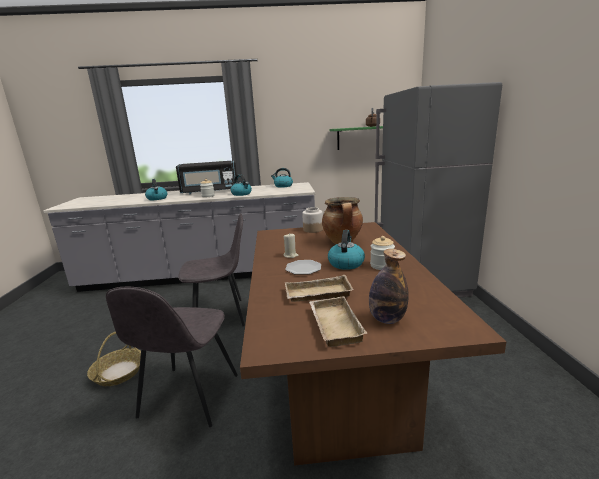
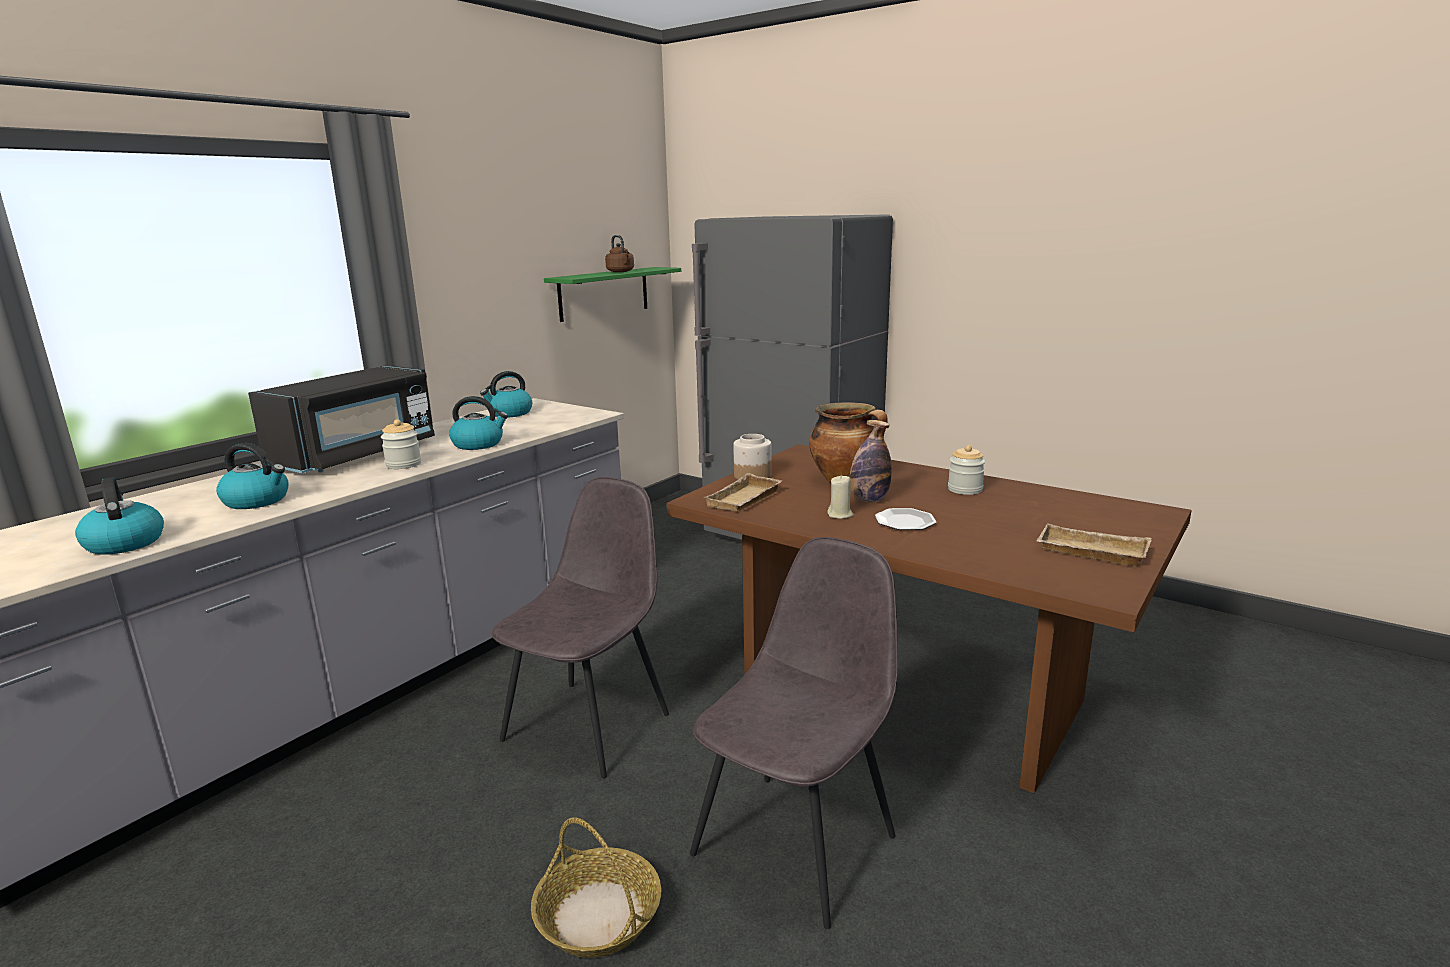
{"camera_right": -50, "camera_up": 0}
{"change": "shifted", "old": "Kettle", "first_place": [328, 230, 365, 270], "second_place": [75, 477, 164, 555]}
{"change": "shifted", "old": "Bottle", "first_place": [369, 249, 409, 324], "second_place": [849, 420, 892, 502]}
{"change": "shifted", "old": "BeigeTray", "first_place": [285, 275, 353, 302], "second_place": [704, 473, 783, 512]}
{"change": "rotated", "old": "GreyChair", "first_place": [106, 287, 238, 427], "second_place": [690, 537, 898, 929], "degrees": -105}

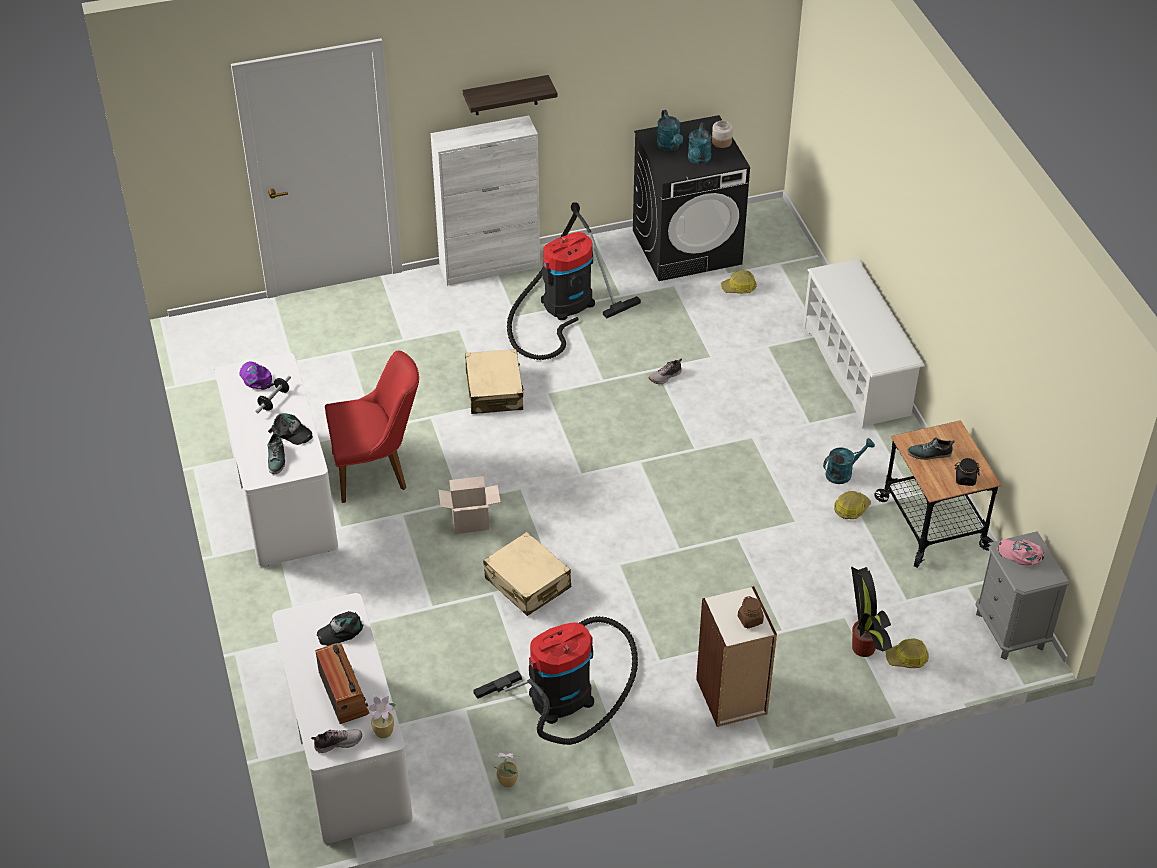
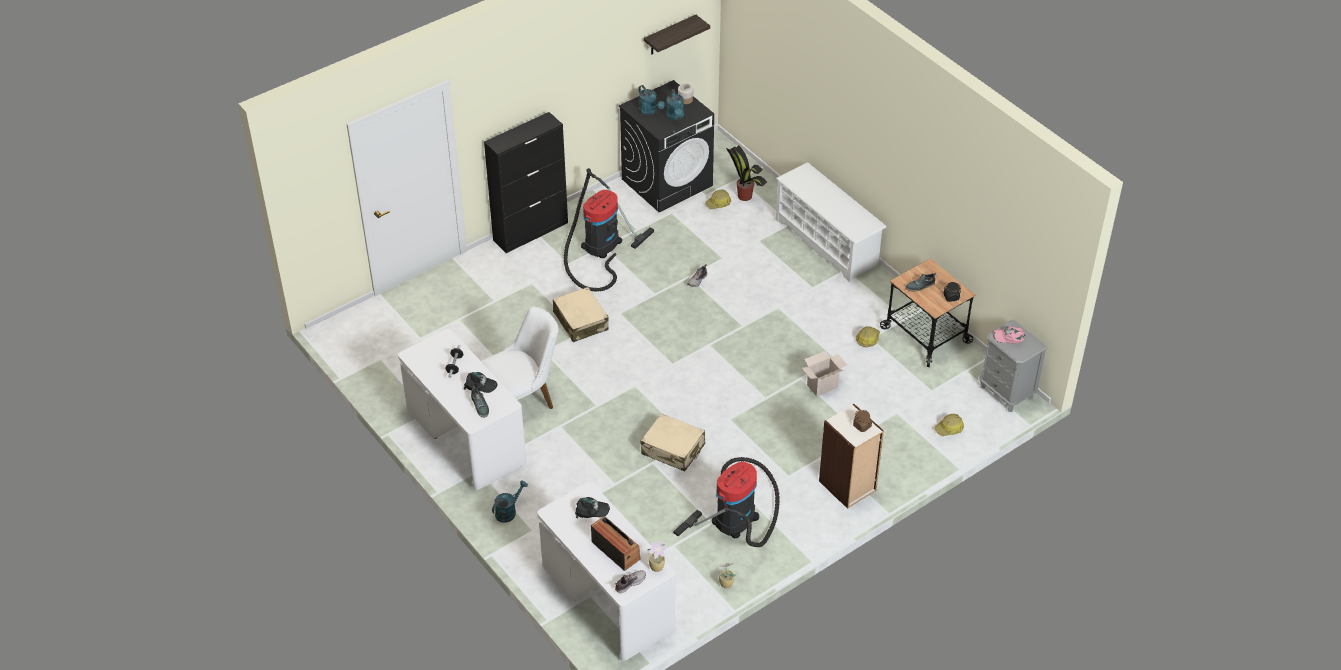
{"camera_right": -20, "camera_up": 0}
{"change": "shifted", "old": "Shelf", "first_place": [463, 75, 557, 115], "second_place": [644, 15, 710, 54]}
{"change": "repainted", "old": "WhiteCabinet", "new": "BlackCabinet", "first_place": [430, 116, 540, 286], "second_place": [484, 112, 568, 253]}
{"change": "repainted", "old": "RedChair", "new": "WhiteChair", "first_place": [325, 351, 419, 503], "second_place": [481, 306, 558, 409]}
{"change": "gone", "old": "PurpleCap", "first_place": [239, 361, 274, 390]}
{"change": "shifted", "old": "TurquoiseWateringCan", "first_place": [823, 438, 875, 484], "second_place": [492, 480, 528, 523]}
{"change": "shifted", "old": "CardboardBox", "first_place": [439, 476, 501, 534], "second_place": [802, 351, 847, 397]}
{"change": "shifted", "old": "PottedPlant", "first_place": [851, 566, 892, 657], "second_place": [726, 145, 767, 201]}
{"change": "rotated", "old": "BlackCap", "first_place": [317, 611, 363, 646], "second_place": [575, 497, 610, 518], "degrees": -135}

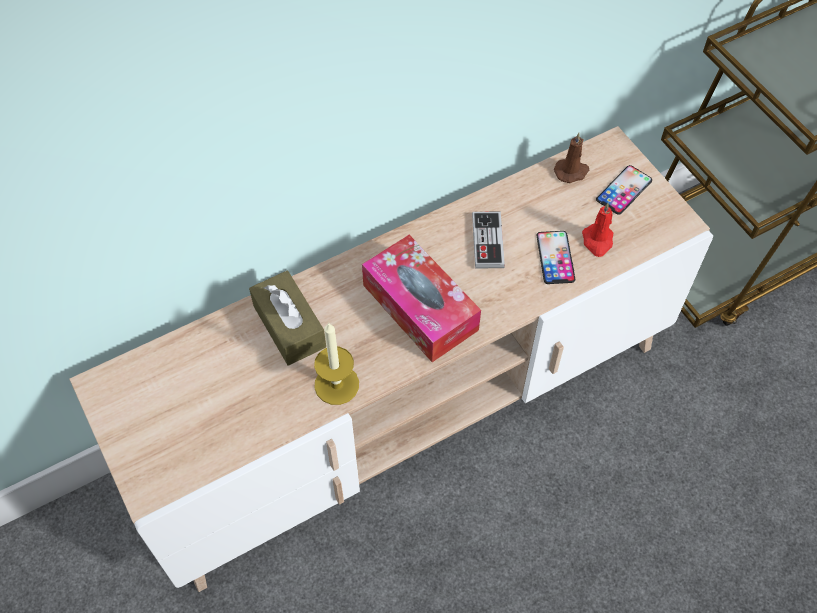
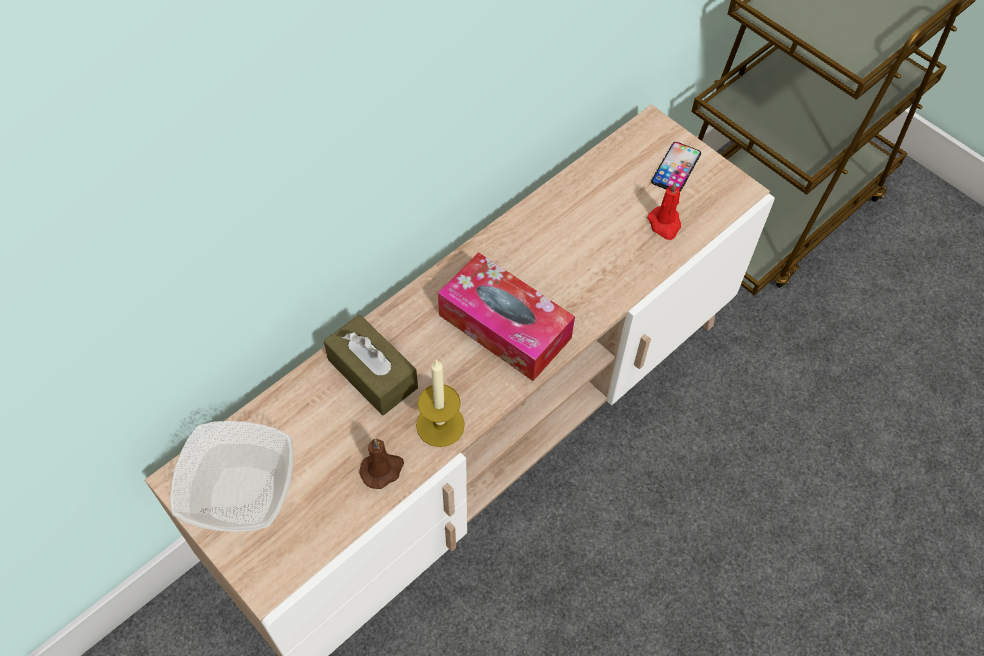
{"camera_right": -15, "camera_up": 0}
{"change": "shifted", "old": "BrownCandle", "first_place": [554, 133, 589, 183], "second_place": [359, 438, 404, 489]}
{"change": "gone", "old": "GameController", "first_place": [472, 211, 505, 269]}
{"change": "gone", "old": "Phone", "first_place": [536, 231, 575, 284]}
{"change": "new", "new": "Bowl", "second_place": [170, 421, 294, 532]}

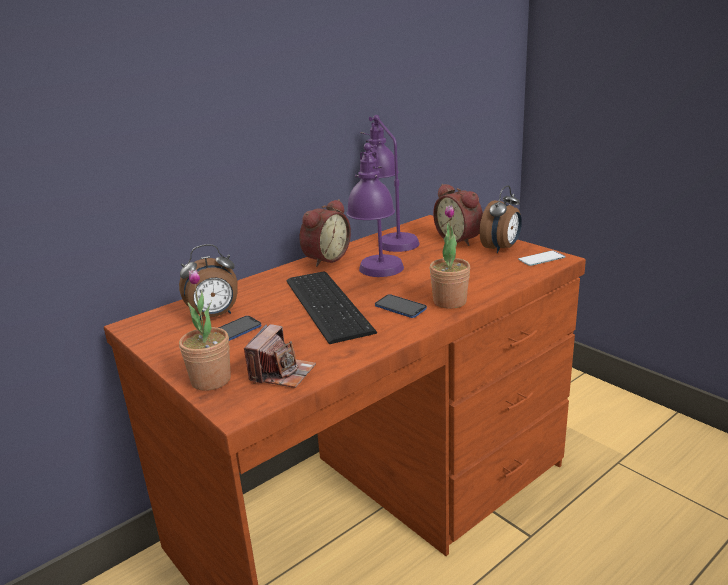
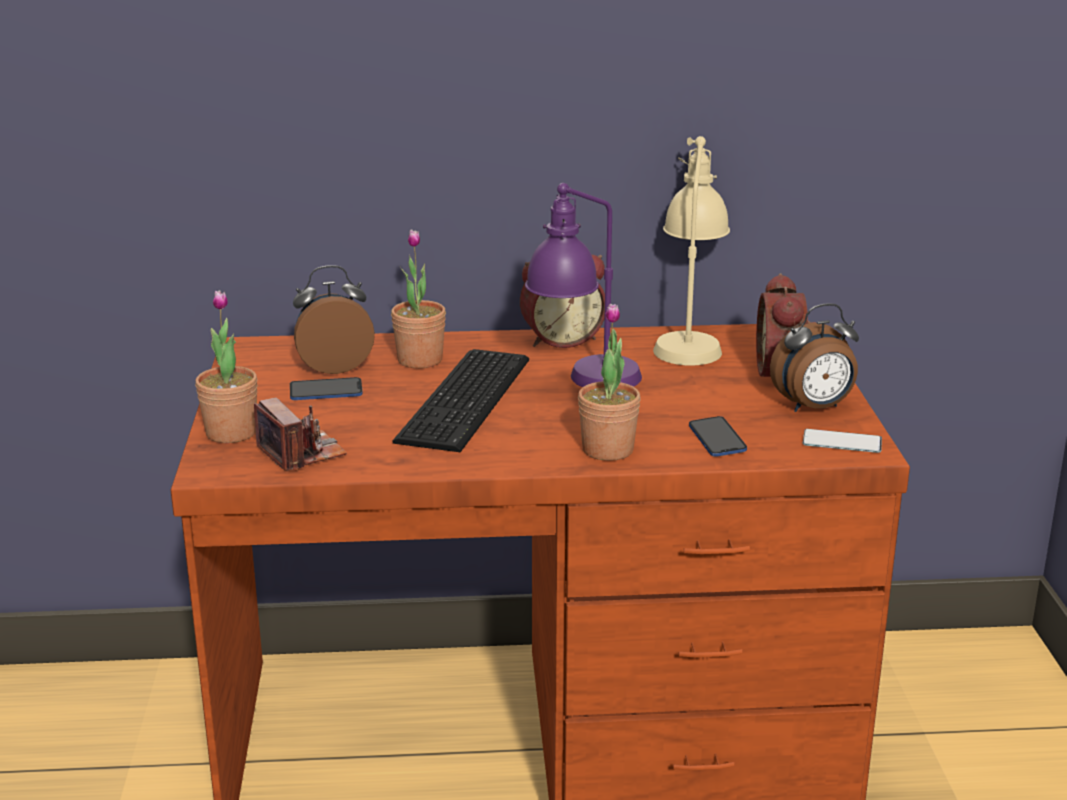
{"camera_right": 35, "camera_up": 0}
{"change": "repainted", "old": "PurpleTableLamp", "new": "BeigeTableLamp", "first_place": [360, 115, 419, 252], "second_place": [653, 136, 730, 366]}
{"change": "rotated", "old": "AlarmClock", "first_place": [179, 244, 238, 320], "second_place": [293, 265, 375, 374], "degrees": 150}
{"change": "shifted", "old": "Phone", "first_place": [375, 294, 427, 318], "second_place": [689, 416, 747, 457]}
{"change": "rotated", "old": "PhotoCamera", "first_place": [244, 324, 316, 388], "second_place": [254, 398, 347, 471], "degrees": -90}
{"change": "new", "new": "PottedPlant", "second_place": [391, 229, 446, 368]}

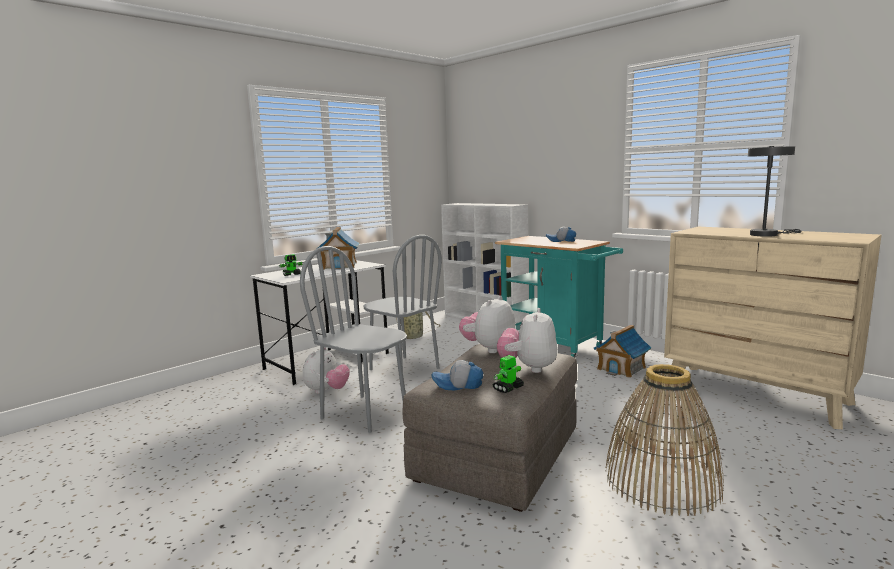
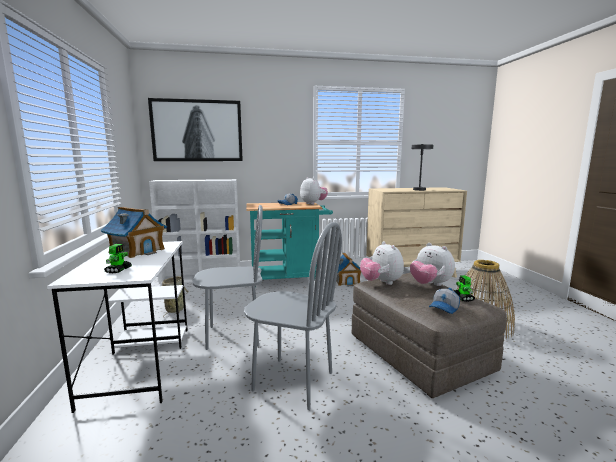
{"camera_right": -55, "camera_up": 0}
{"change": "rotated", "old": "GreyChair", "first_place": [300, 246, 407, 433], "second_place": [244, 222, 342, 410], "degrees": -135}
{"change": "shifted", "old": "PlushToy", "first_place": [303, 347, 350, 394], "second_place": [300, 177, 328, 205]}
{"change": "new", "new": "Picture", "second_place": [148, 98, 243, 161]}

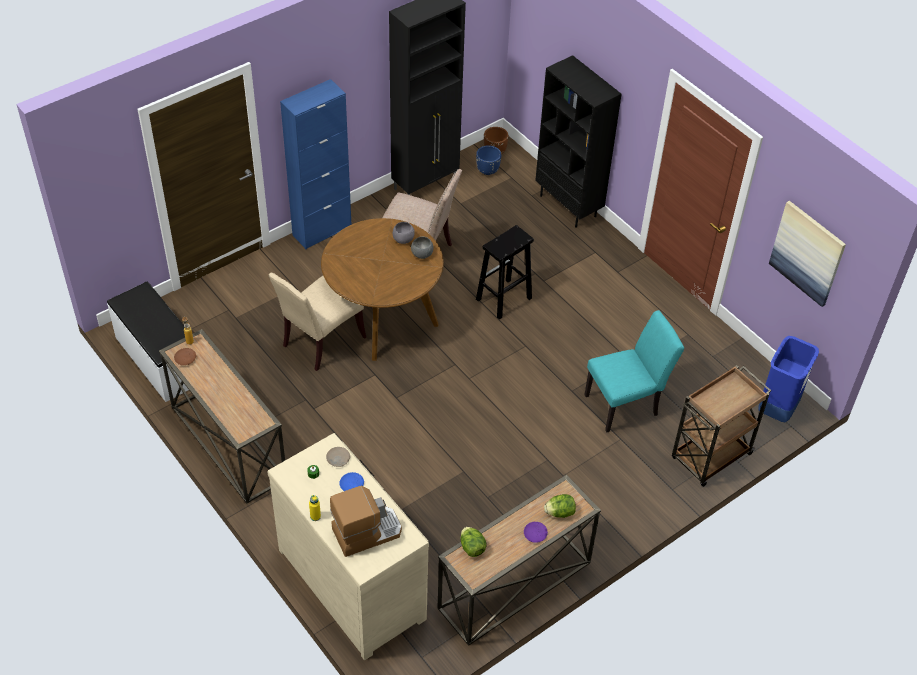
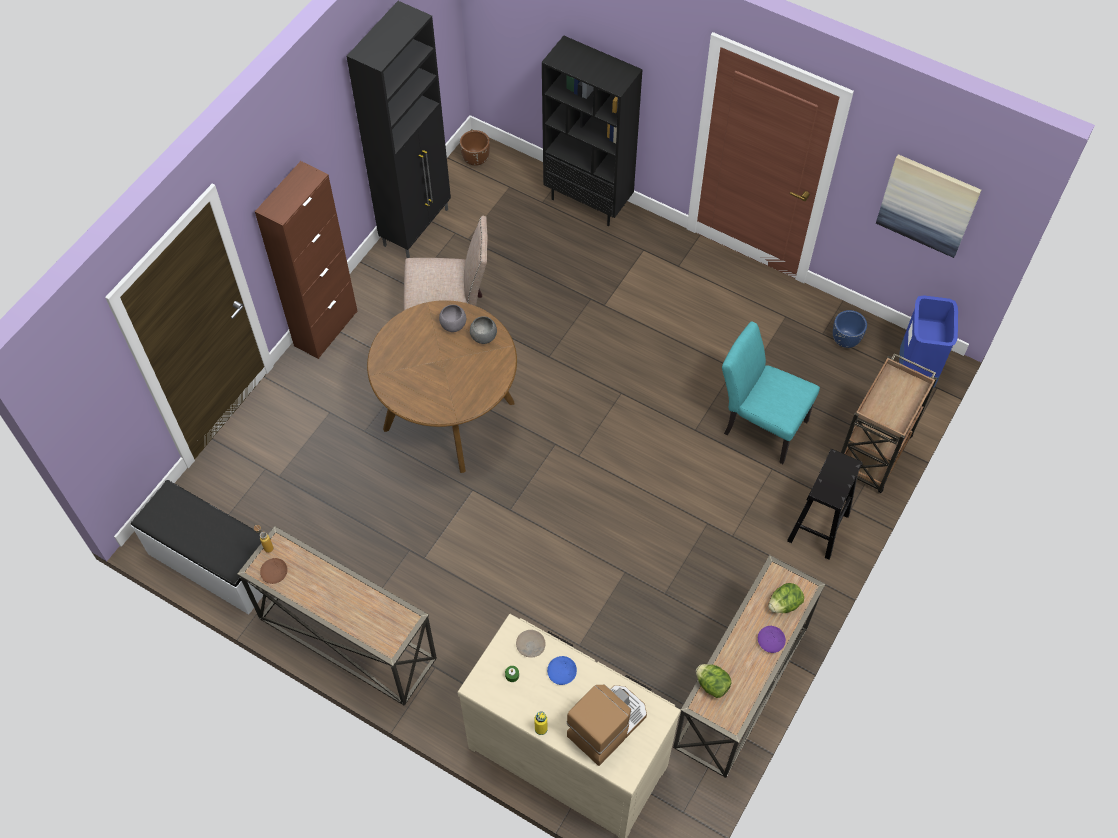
{"camera_right": -20, "camera_up": 10}
{"change": "repainted", "old": "BlueCabinet", "new": "BrownCabinet", "first_place": [280, 79, 351, 249], "second_place": [255, 161, 358, 359]}
{"change": "shifted", "old": "BluePlanter", "first_place": [476, 145, 501, 175], "second_place": [833, 310, 867, 348]}
{"change": "shifted", "old": "BlackStool", "first_place": [476, 225, 534, 320], "second_place": [787, 449, 863, 560]}
{"change": "gone", "old": "BeigeChair", "first_place": [268, 273, 366, 371]}
{"change": "rotated", "old": "TurquoiseChair", "first_place": [584, 310, 684, 432], "second_place": [722, 321, 820, 464], "degrees": -105}

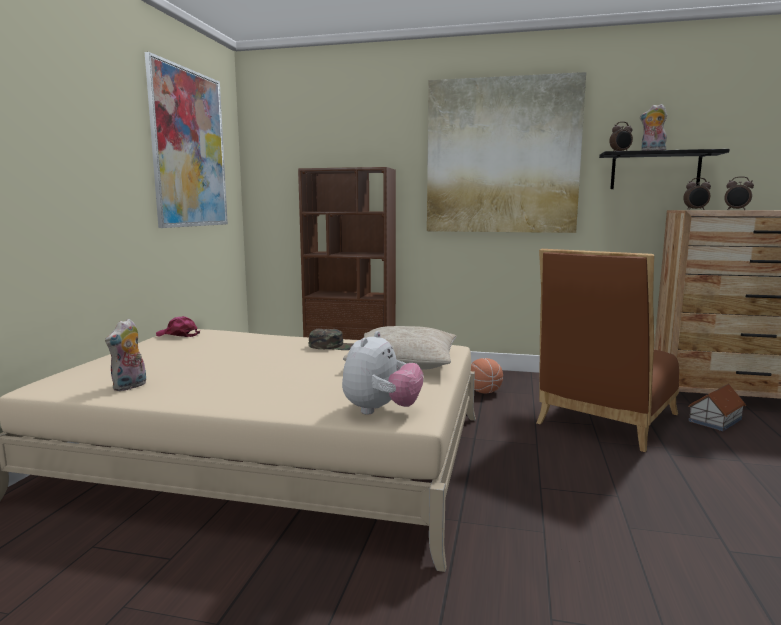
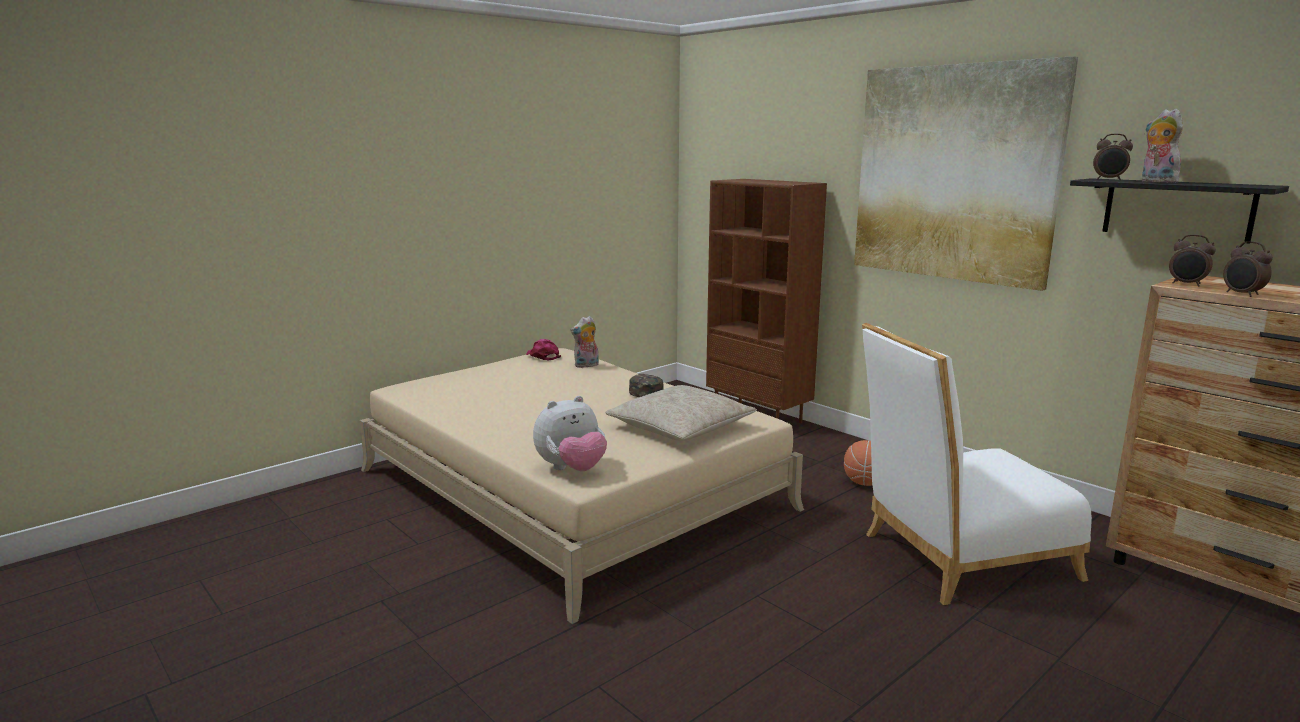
{"camera_right": 35, "camera_up": 5}
{"change": "gone", "old": "Picture", "first_place": [145, 52, 228, 228]}
{"change": "repainted", "old": "BrownChair", "new": "WhiteChair", "first_place": [537, 249, 679, 452], "second_place": [862, 323, 1092, 605]}
{"change": "shifted", "old": "PlushToy", "first_place": [105, 319, 146, 391], "second_place": [570, 316, 599, 368]}
{"change": "gone", "old": "ToyHouse", "first_place": [688, 384, 746, 431]}

